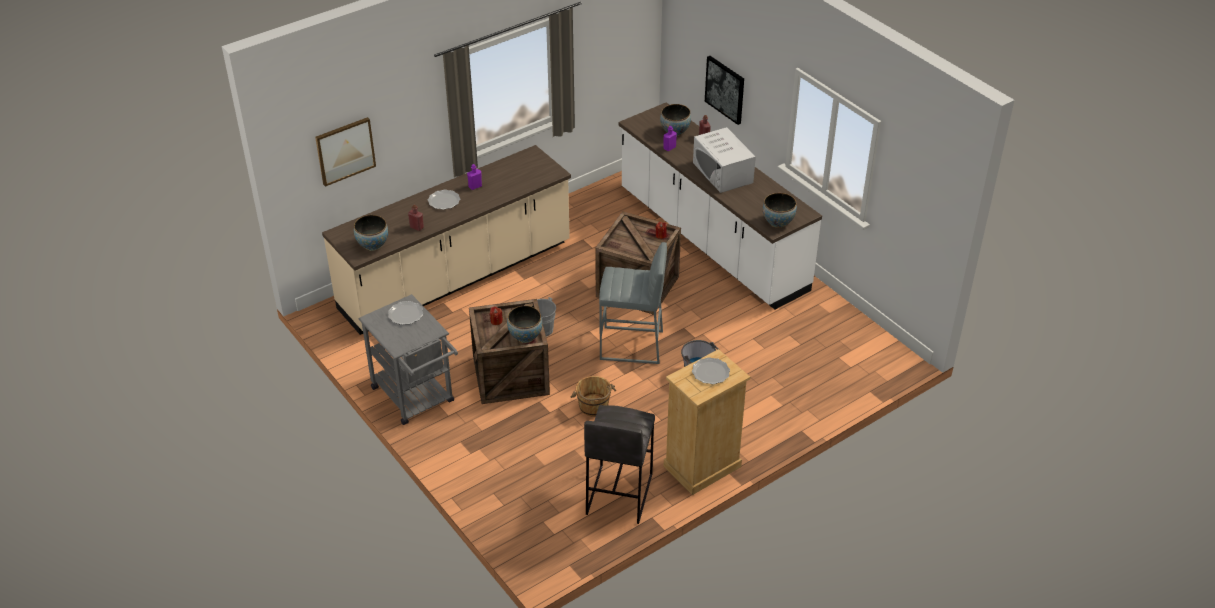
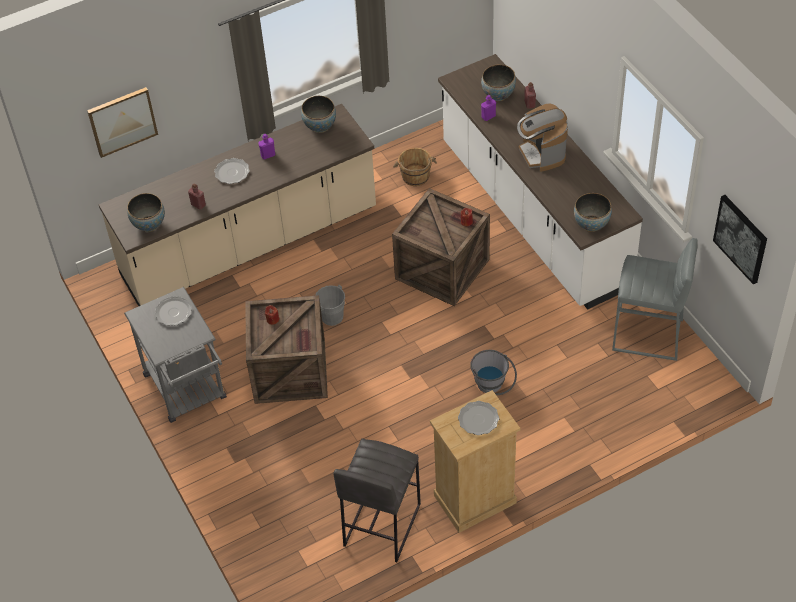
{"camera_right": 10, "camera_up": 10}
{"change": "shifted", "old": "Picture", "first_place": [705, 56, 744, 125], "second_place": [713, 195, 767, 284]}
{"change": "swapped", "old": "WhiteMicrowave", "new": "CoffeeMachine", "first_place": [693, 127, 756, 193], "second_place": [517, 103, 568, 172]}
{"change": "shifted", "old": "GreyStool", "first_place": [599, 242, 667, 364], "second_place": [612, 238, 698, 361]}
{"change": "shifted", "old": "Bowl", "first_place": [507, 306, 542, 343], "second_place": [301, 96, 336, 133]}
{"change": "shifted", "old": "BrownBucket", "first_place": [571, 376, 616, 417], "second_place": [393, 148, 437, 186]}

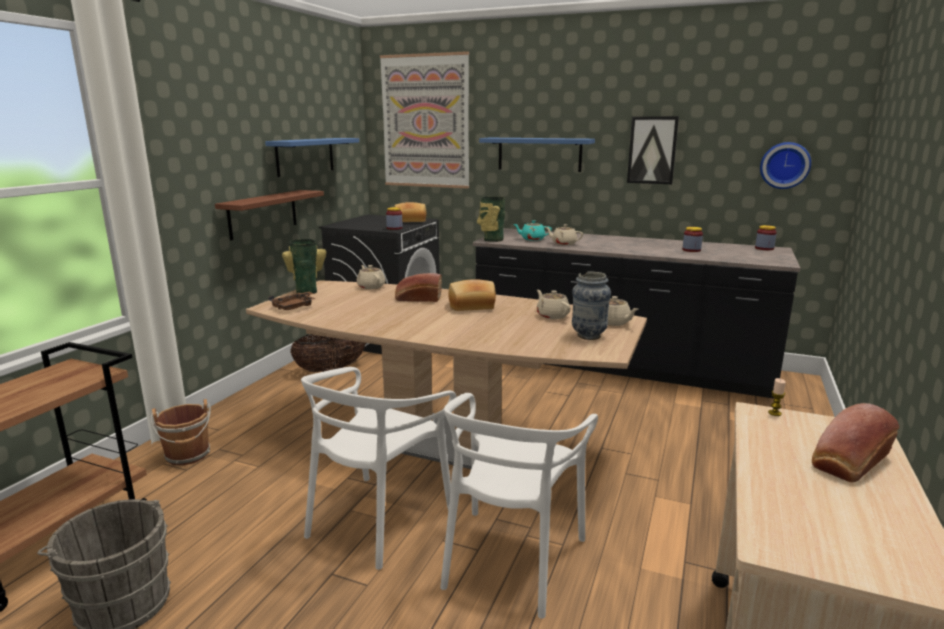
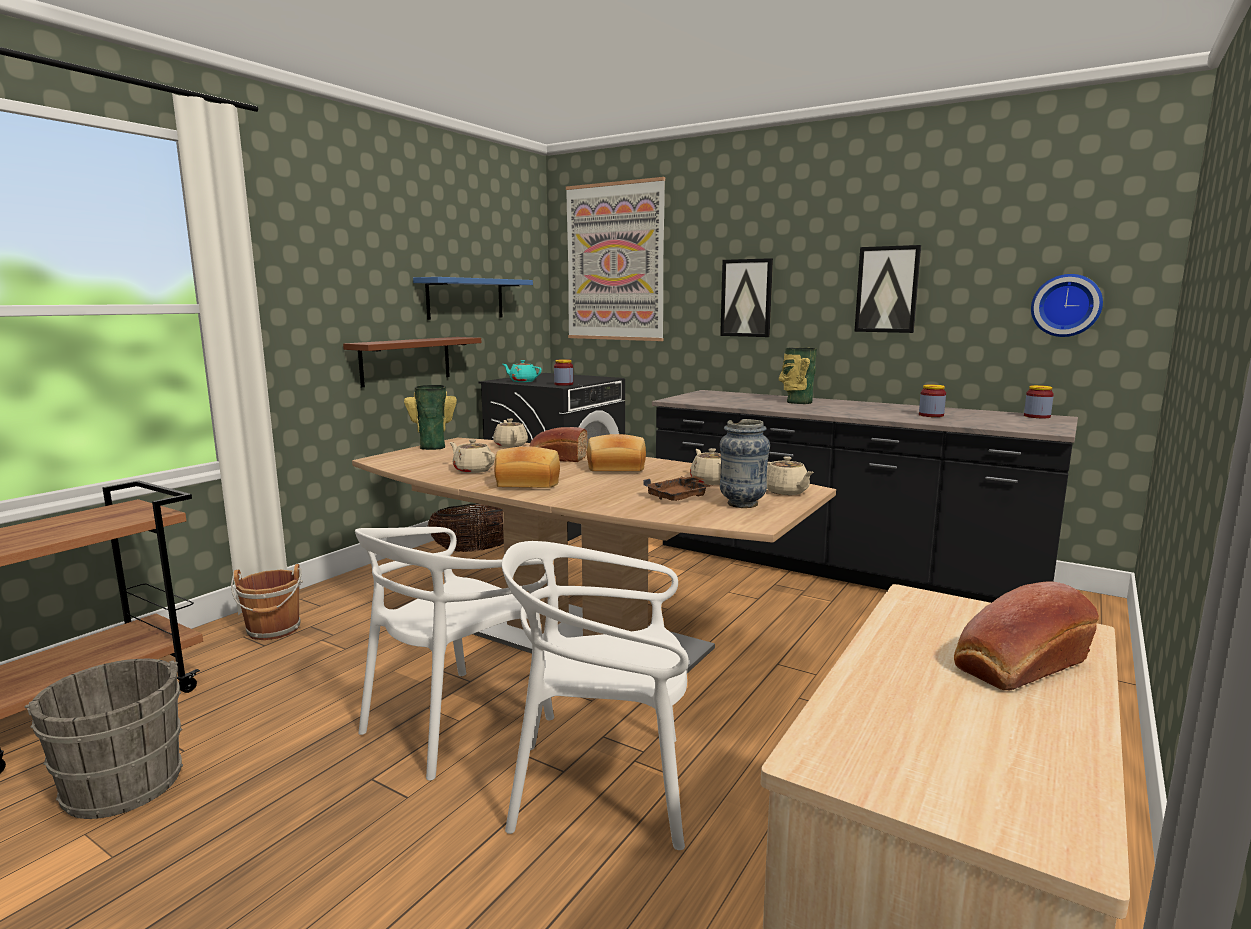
{"camera_right": 10, "camera_up": -5}
{"change": "swapped", "old": "BlueShelf", "new": "Picture", "first_place": [479, 138, 595, 172], "second_place": [720, 258, 773, 337]}
{"change": "shifted", "old": "Vase", "first_place": [477, 197, 505, 242], "second_place": [779, 348, 817, 404]}
{"change": "shifted", "old": "Bread", "first_place": [394, 202, 426, 222], "second_place": [494, 446, 560, 488]}
{"change": "shifted", "old": "TurquoiseTeapot", "first_place": [514, 220, 552, 241], "second_place": [503, 360, 542, 382]}
{"change": "shifted", "old": "BeigeTeapot", "first_place": [545, 224, 583, 245], "second_place": [449, 439, 495, 473]}
{"change": "shifted", "old": "BrownTray", "first_place": [268, 292, 316, 310], "second_place": [643, 476, 712, 501]}
{"change": "gone", "old": "Candle", "first_place": [768, 378, 786, 416]}
{"change": "rotated", "old": "WhiteChair", "first_place": [440, 393, 598, 619], "second_place": [502, 541, 689, 850], "degrees": 60}

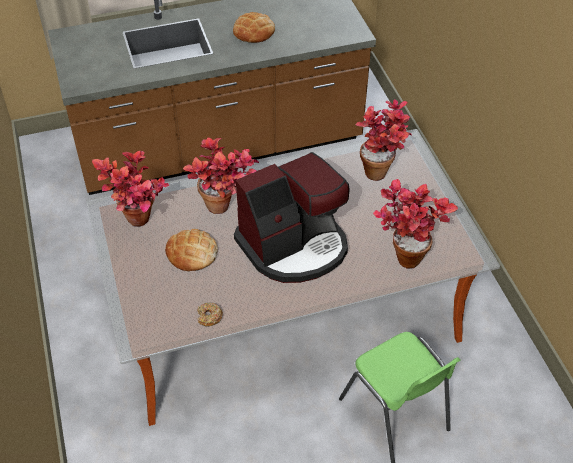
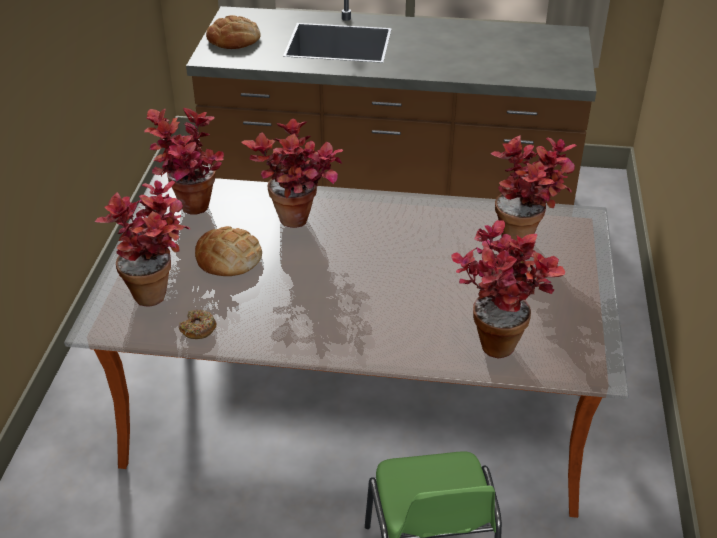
{"camera_right": 25, "camera_up": -10}
{"change": "shifted", "old": "Bread", "first_place": [233, 12, 275, 43], "second_place": [206, 15, 261, 49]}
{"change": "gone", "old": "CoffeeMachine", "first_place": [234, 152, 350, 283]}
{"change": "new", "new": "PottedPlant", "second_place": [95, 180, 190, 307]}

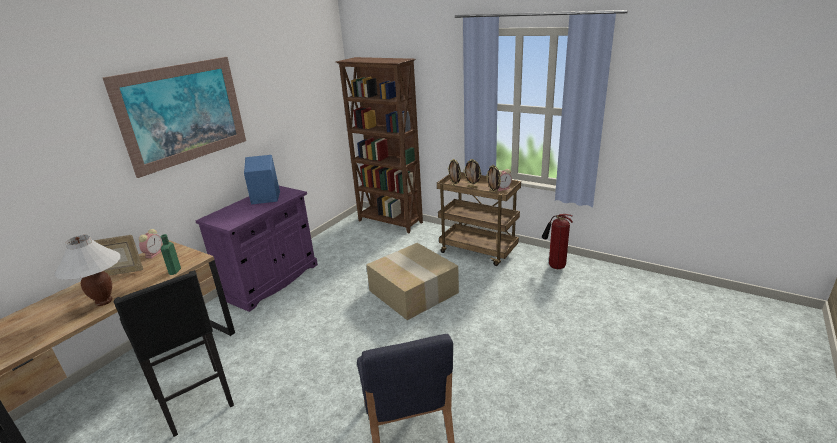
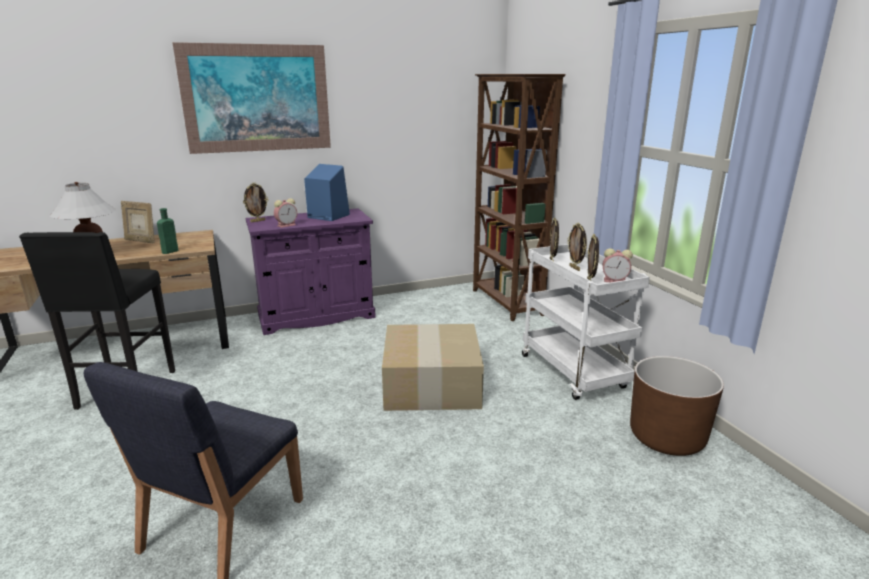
{"camera_right": 35, "camera_up": -5}
{"change": "repainted", "old": "BrownCart", "new": "WhiteCart", "first_place": [437, 172, 521, 266], "second_place": [522, 244, 650, 400]}
{"change": "swapped", "old": "FireExtinguisher", "new": "BrownPlanter", "first_place": [542, 214, 573, 269], "second_place": [630, 356, 724, 456]}
{"change": "shifted", "old": "AlarmClock", "first_place": [139, 229, 162, 258], "second_place": [274, 198, 297, 228]}
{"change": "new", "new": "PictureFrame", "second_place": [243, 183, 269, 222]}

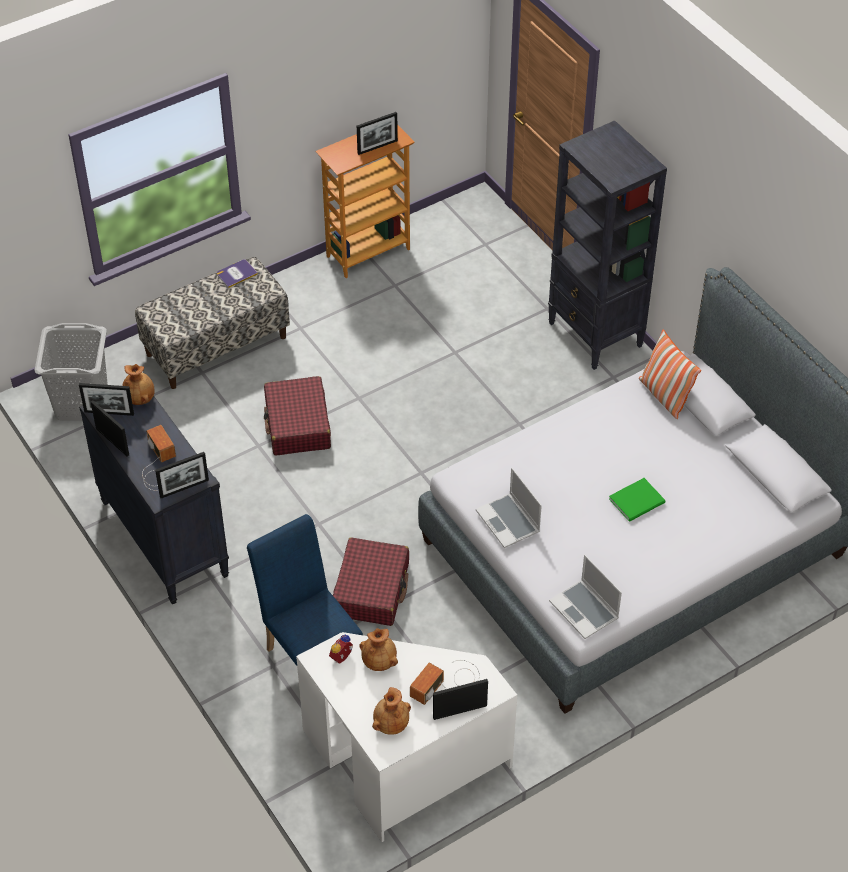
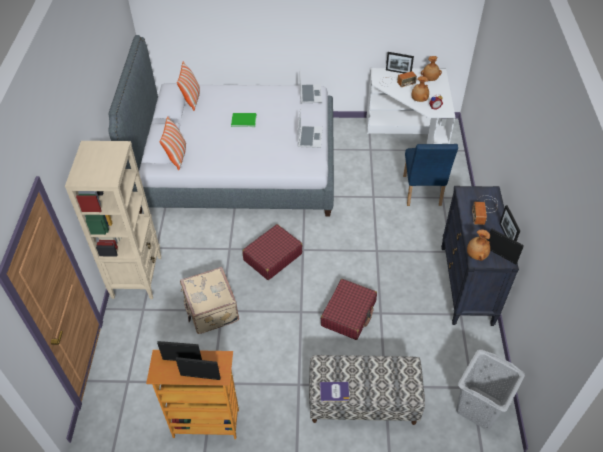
{"camera_right": -145, "camera_up": 0}
{"change": "repainted", "old": "BlackBookcase", "new": "BeigeBookcase", "first_place": [548, 120, 667, 370], "second_place": [65, 141, 161, 299]}
{"change": "shifted", "old": "PictureFrame", "first_place": [155, 452, 209, 498], "second_place": [176, 357, 221, 380]}
{"change": "shifted", "old": "RedSuitcase", "first_place": [333, 537, 409, 626], "second_place": [242, 224, 302, 280]}
{"change": "new", "new": "Pillow", "second_place": [177, 61, 200, 111]}
{"change": "new", "new": "BeigeSuitcase", "second_place": [180, 267, 239, 334]}

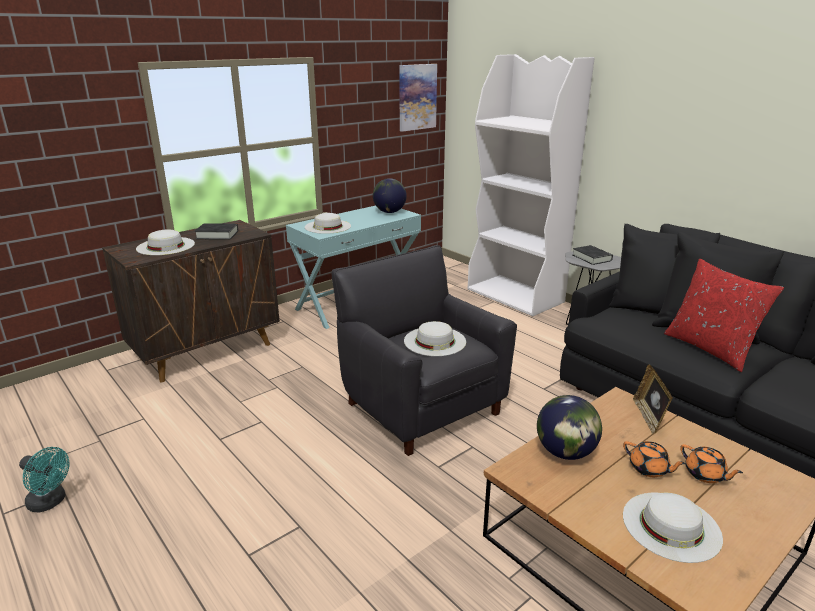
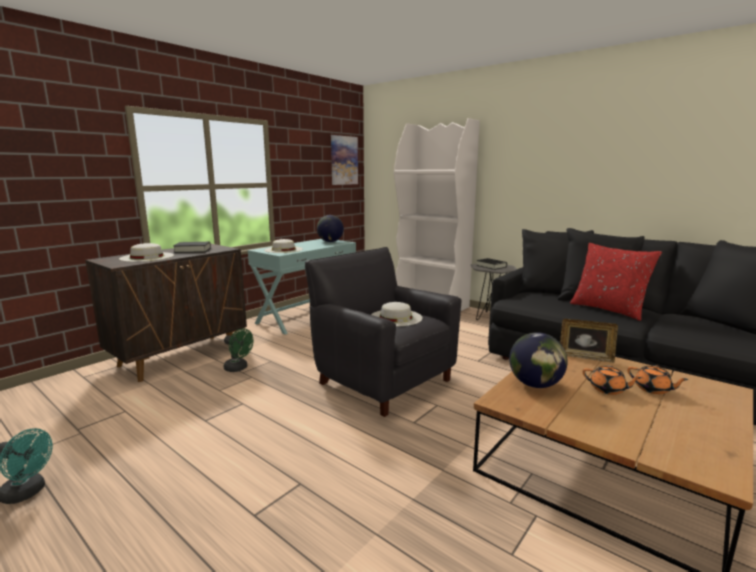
{"camera_right": -10, "camera_up": -10}
{"change": "rotated", "old": "PictureFrame", "first_place": [633, 364, 673, 434], "second_place": [560, 319, 618, 363], "degrees": -60}
{"change": "gone", "old": "WhiteHat", "first_place": [623, 493, 723, 563]}
{"change": "new", "new": "GreenFan", "second_place": [224, 328, 254, 372]}

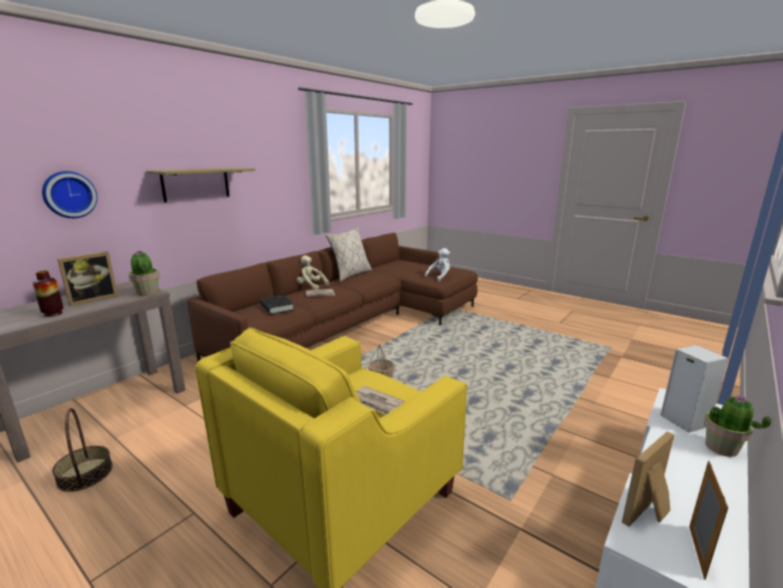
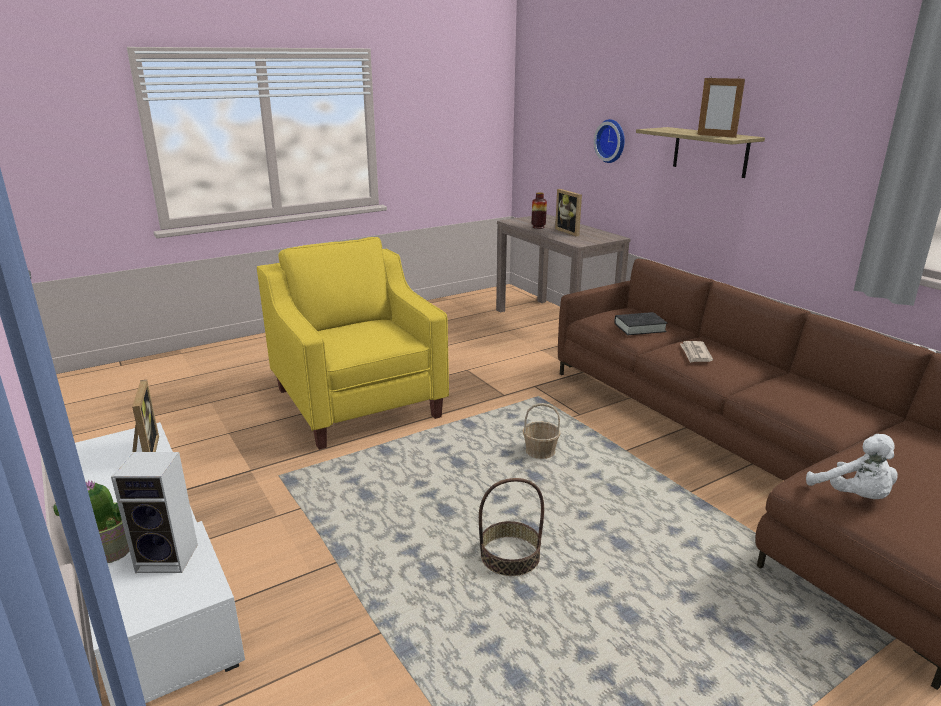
{"camera_right": 110, "camera_up": 5}
{"change": "gone", "old": "BeigePillow", "first_place": [326, 226, 372, 282]}
{"change": "gone", "old": "PottedPlant", "first_place": [128, 250, 160, 296]}
{"change": "gone", "old": "BeigePlushToy", "first_place": [297, 255, 329, 290]}
{"change": "gone", "old": "Newspaper", "first_place": [356, 386, 404, 415]}
{"change": "shifted", "old": "Basket", "first_place": [52, 408, 113, 492], "second_place": [479, 478, 544, 576]}
{"change": "shifted", "old": "PictureFrame", "first_place": [689, 461, 728, 580], "second_place": [697, 76, 745, 138]}

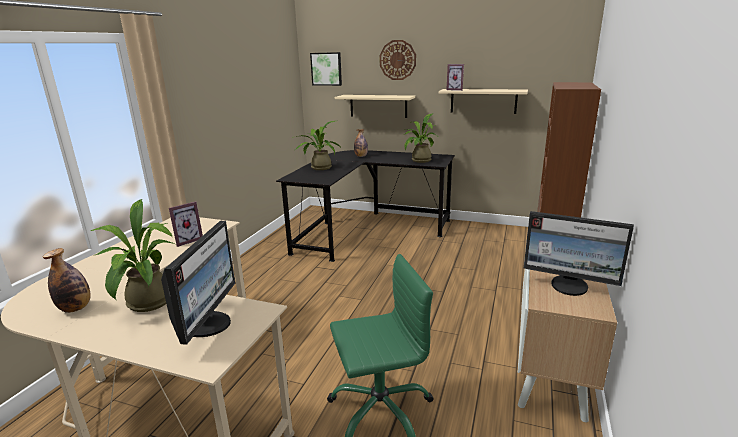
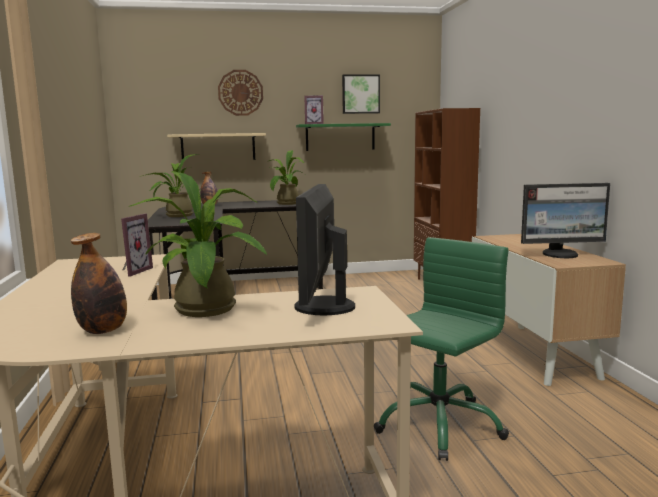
{"camera_right": -30, "camera_up": -10}
{"change": "shifted", "old": "Picture", "first_place": [310, 52, 342, 86], "second_place": [342, 75, 380, 114]}
{"change": "repainted", "old": "BeigeShelf", "new": "GreenShelf", "first_place": [439, 89, 528, 114], "second_place": [296, 123, 391, 151]}
{"change": "rotated", "old": "Monitor", "first_place": [161, 221, 235, 345], "second_place": [294, 184, 355, 315], "degrees": -150}

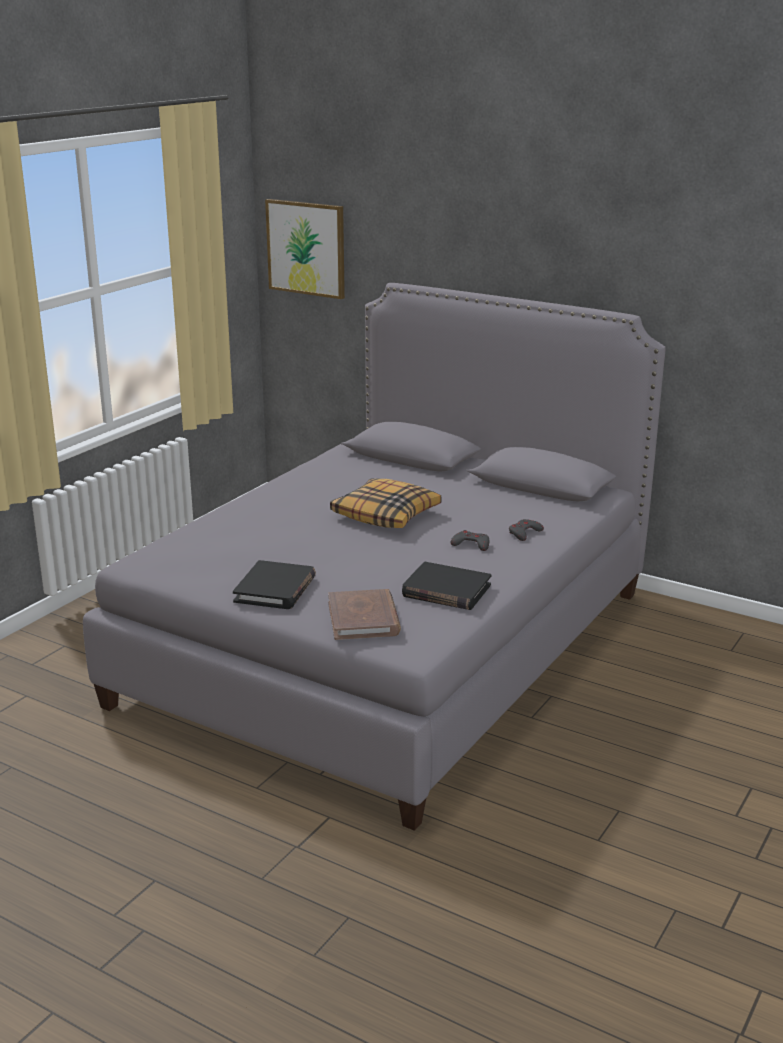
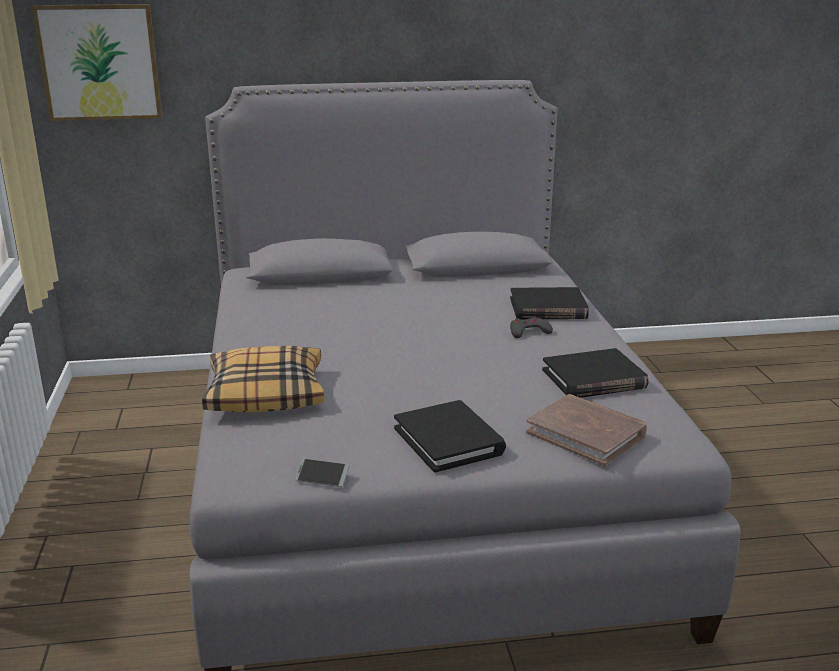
{"camera_right": -40, "camera_up": 0}
{"change": "shifted", "old": "Pillow", "first_place": [330, 478, 441, 528], "second_place": [202, 346, 324, 412]}
{"change": "swapped", "old": "GreyGameController", "new": "BlackBook", "first_place": [509, 519, 544, 541], "second_place": [510, 287, 589, 320]}
{"change": "new", "new": "Phone", "second_place": [295, 459, 349, 487]}

